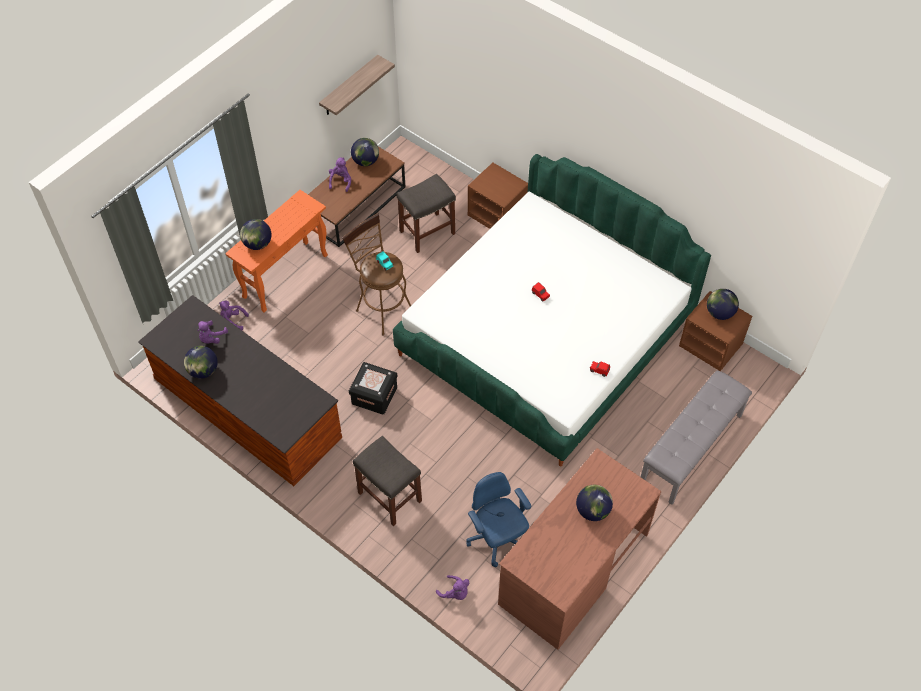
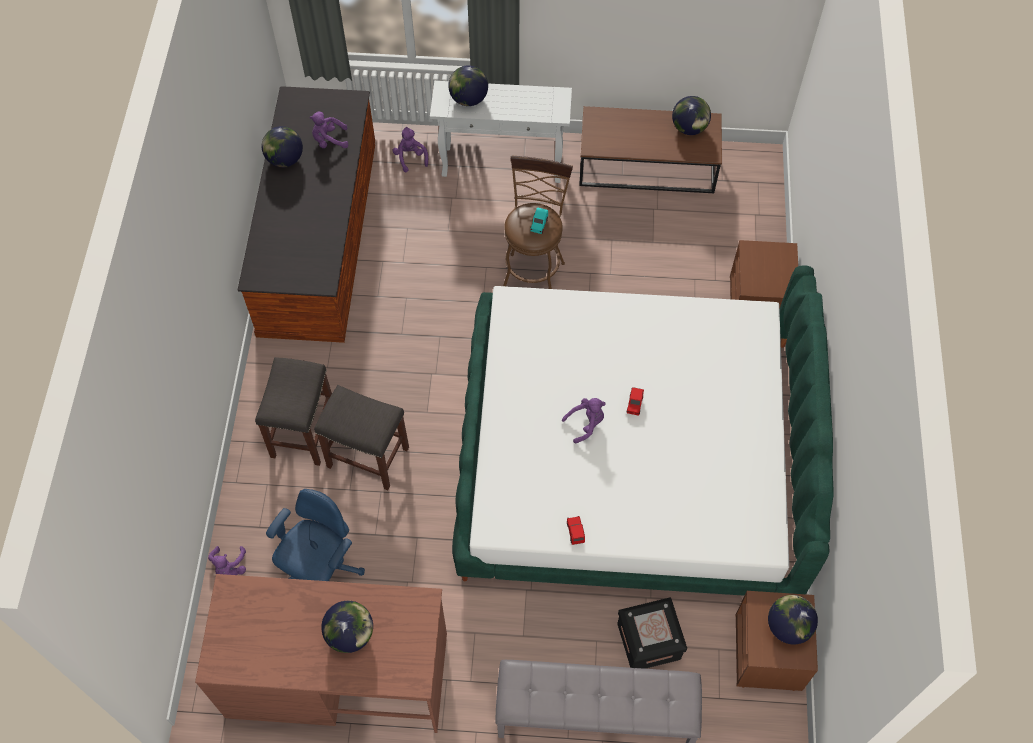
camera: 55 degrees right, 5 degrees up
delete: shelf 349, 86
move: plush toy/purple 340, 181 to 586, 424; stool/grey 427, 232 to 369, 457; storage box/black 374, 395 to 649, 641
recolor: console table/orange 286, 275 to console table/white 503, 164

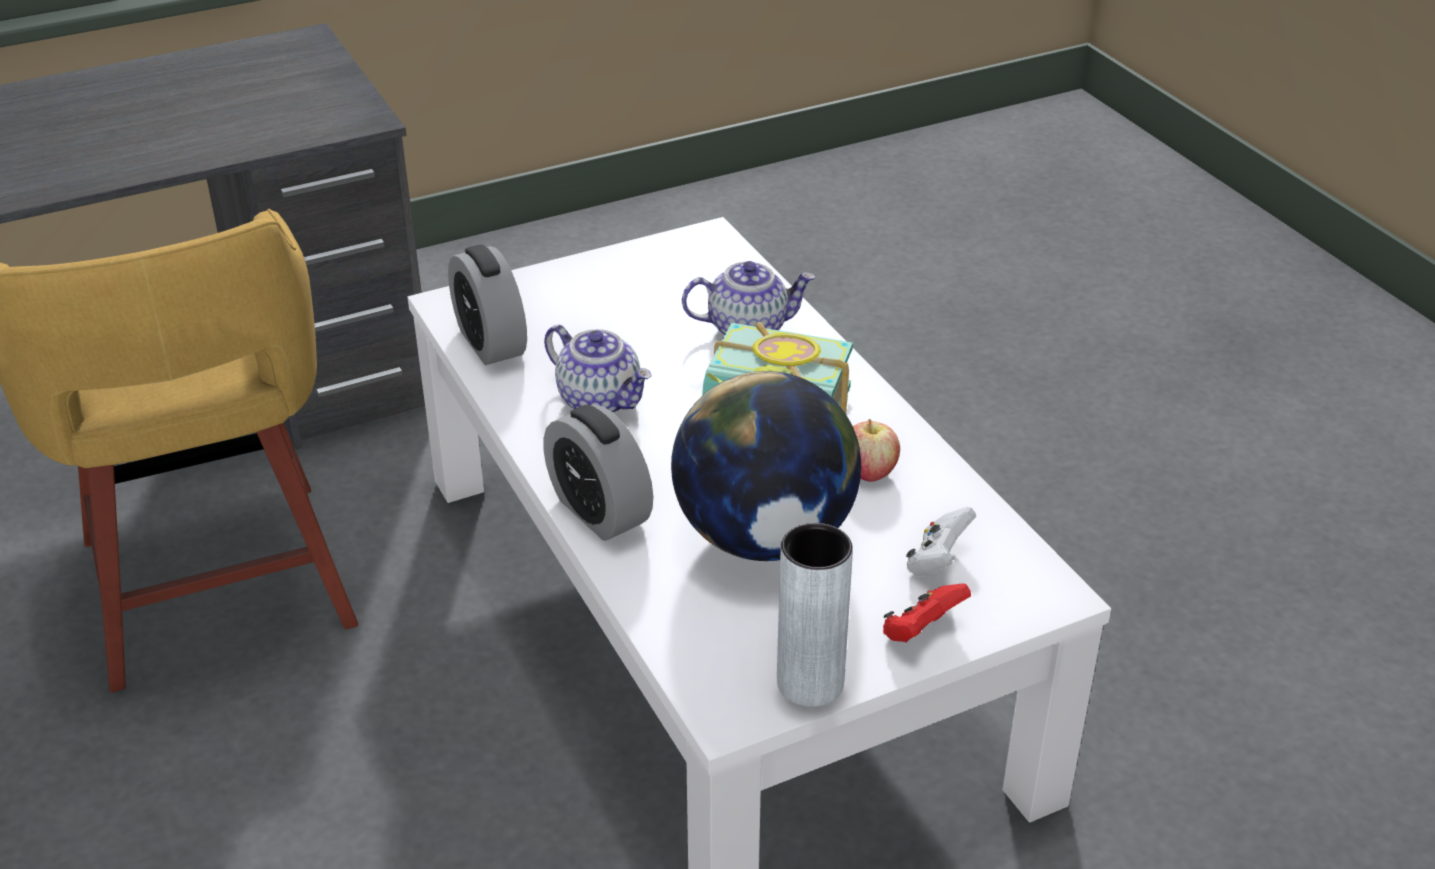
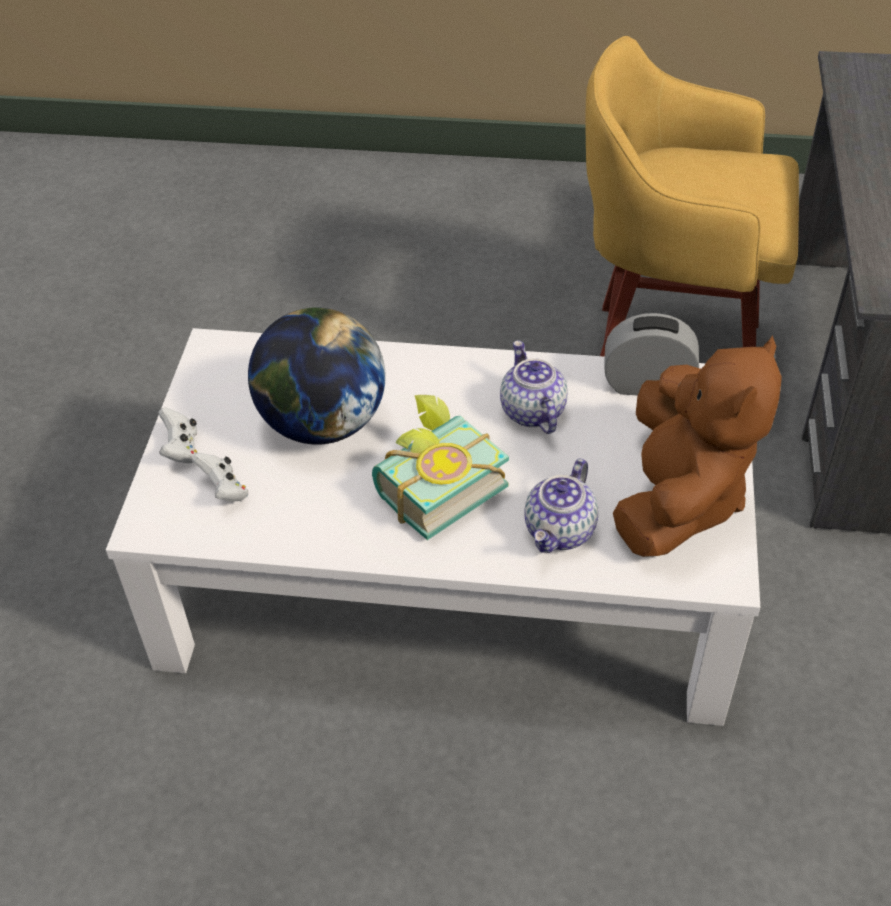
camera: 125 degrees right, 10 degrees up
delete: alarm clock 599, 511; apple 869, 472; vase/grey 810, 683
insert: plush toy/brown 679, 499
recolor: game controller/red 921, 632 to game controller/white 182, 449
rotate: teapot 601, 400 = 531, 411 90 degrees clockwise

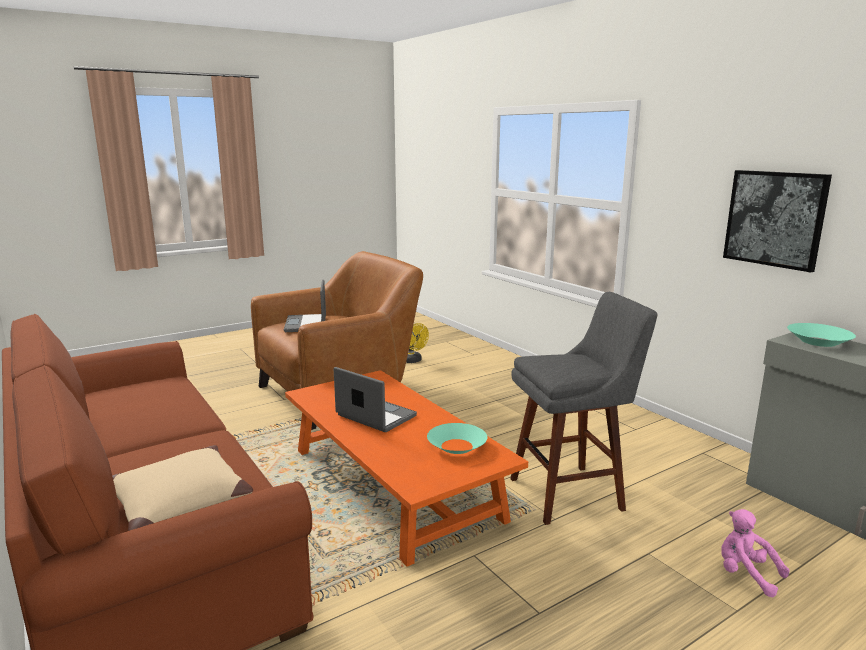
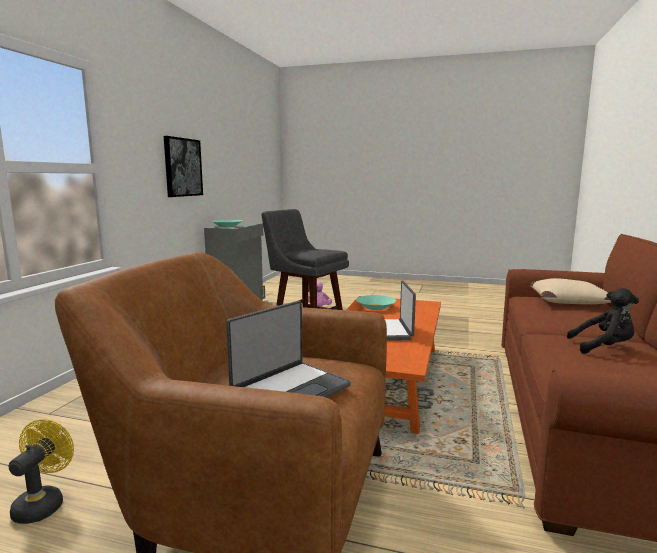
camera: 130 degrees left, 5 degrees down
insert: plush toy/black 603, 348

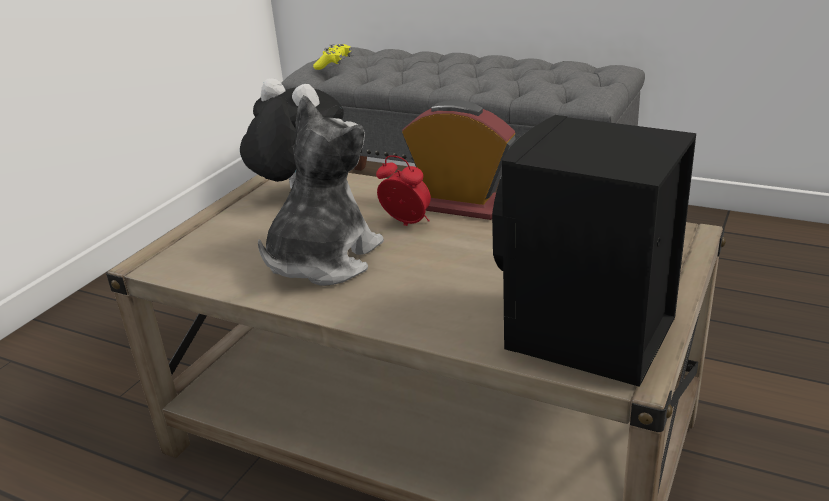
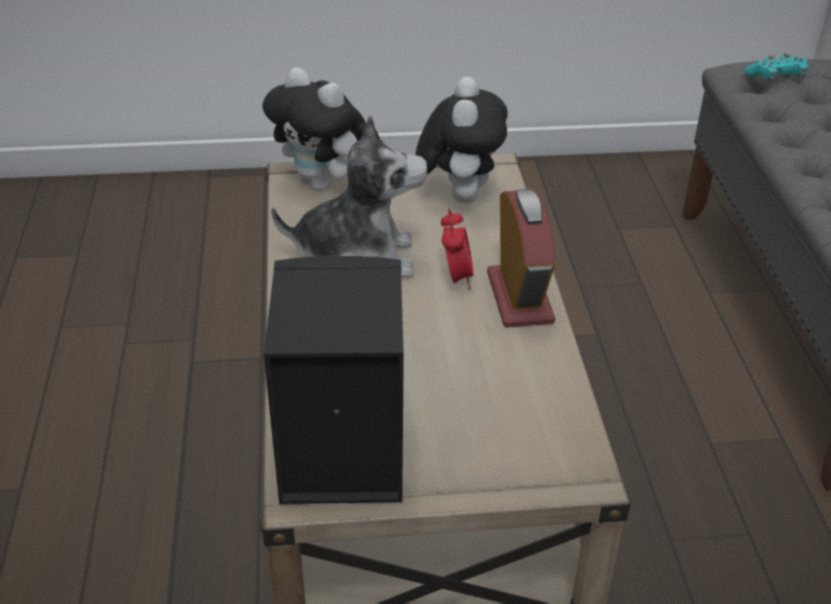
camera: 55 degrees right, 10 degrees up
insert: plush toy 323, 184
recolor: game controller/yellow 334, 64 to game controller/turquoise 776, 78

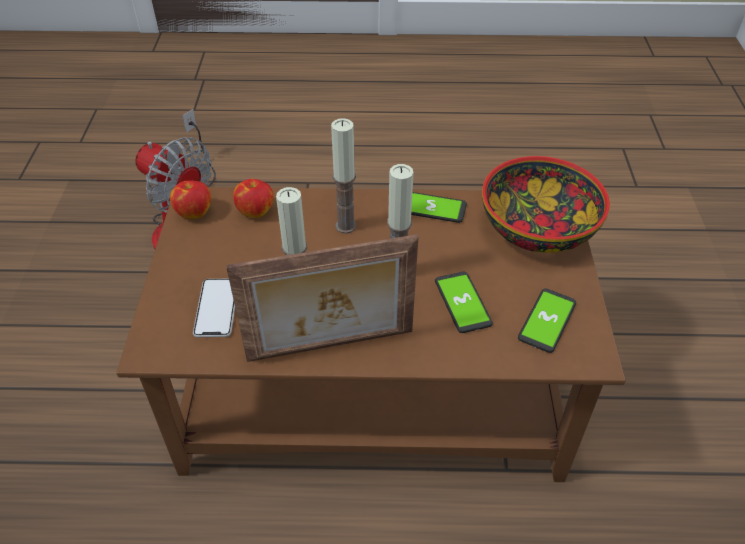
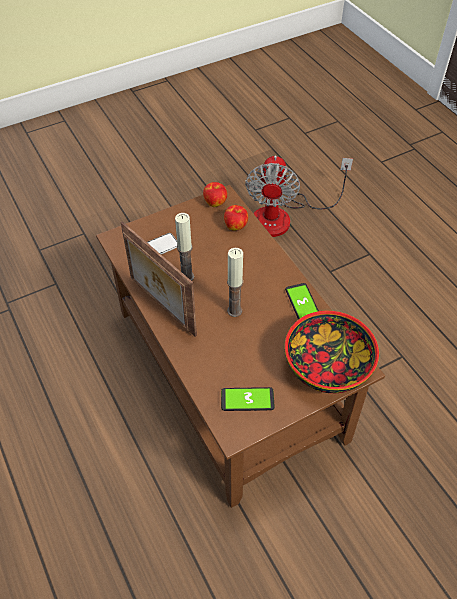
camera: 60 degrees right, 5 degrees up
delete: candle 345, 226; phone 462, 302

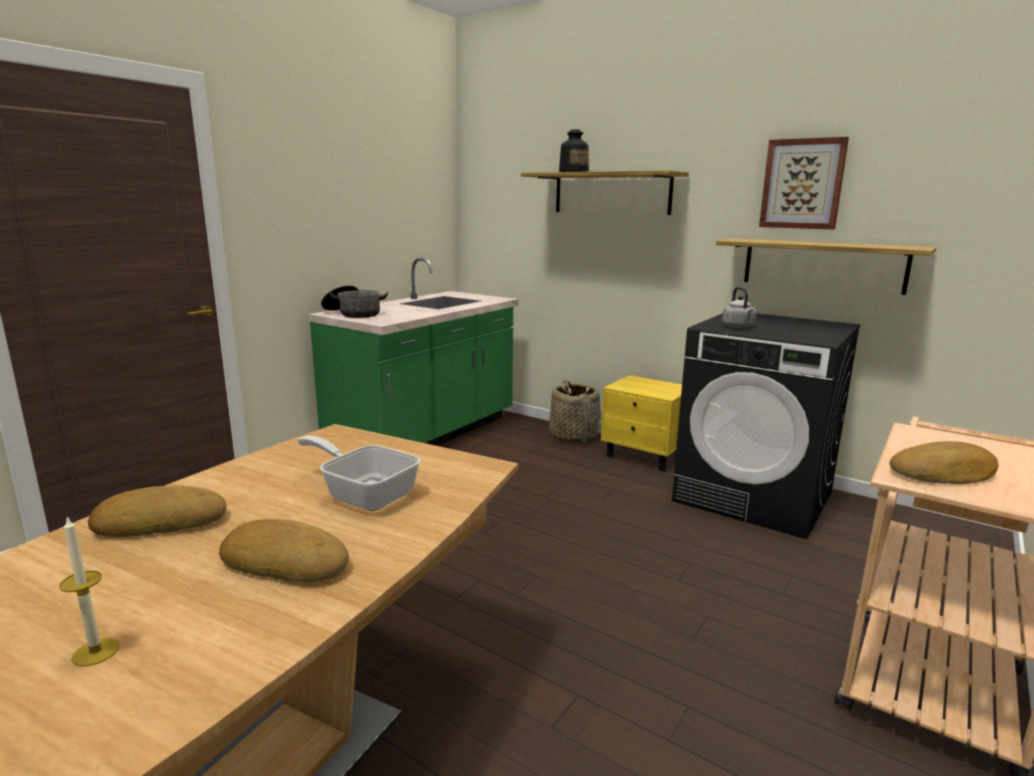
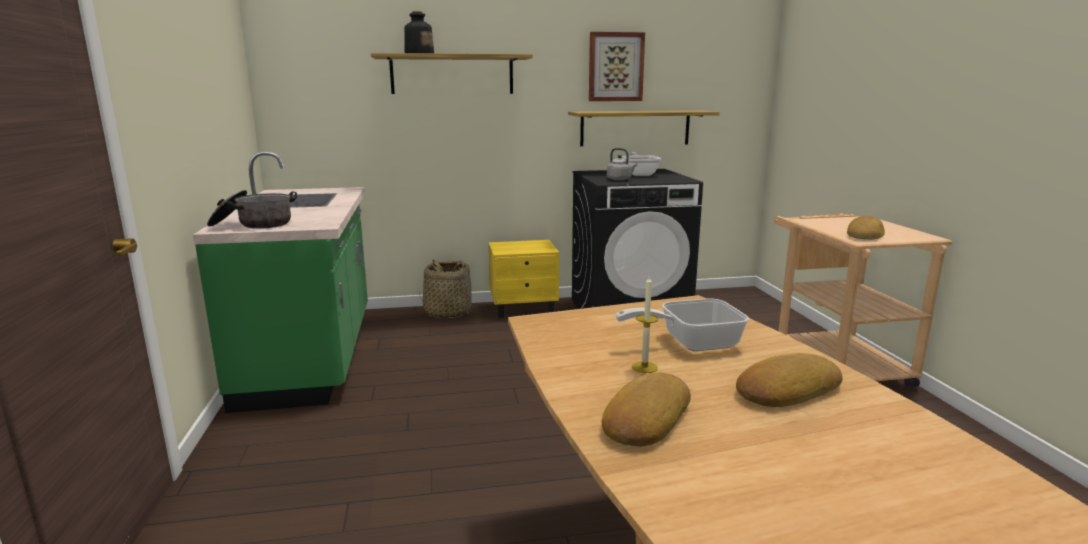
camera: 45 degrees left, 0 degrees up
insert: frying pan 639, 174
move: candle 95, 652 to 644, 367

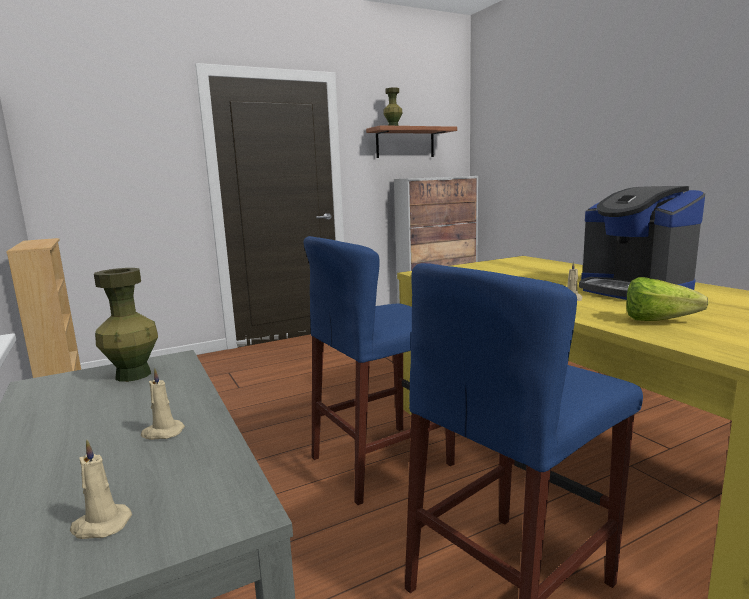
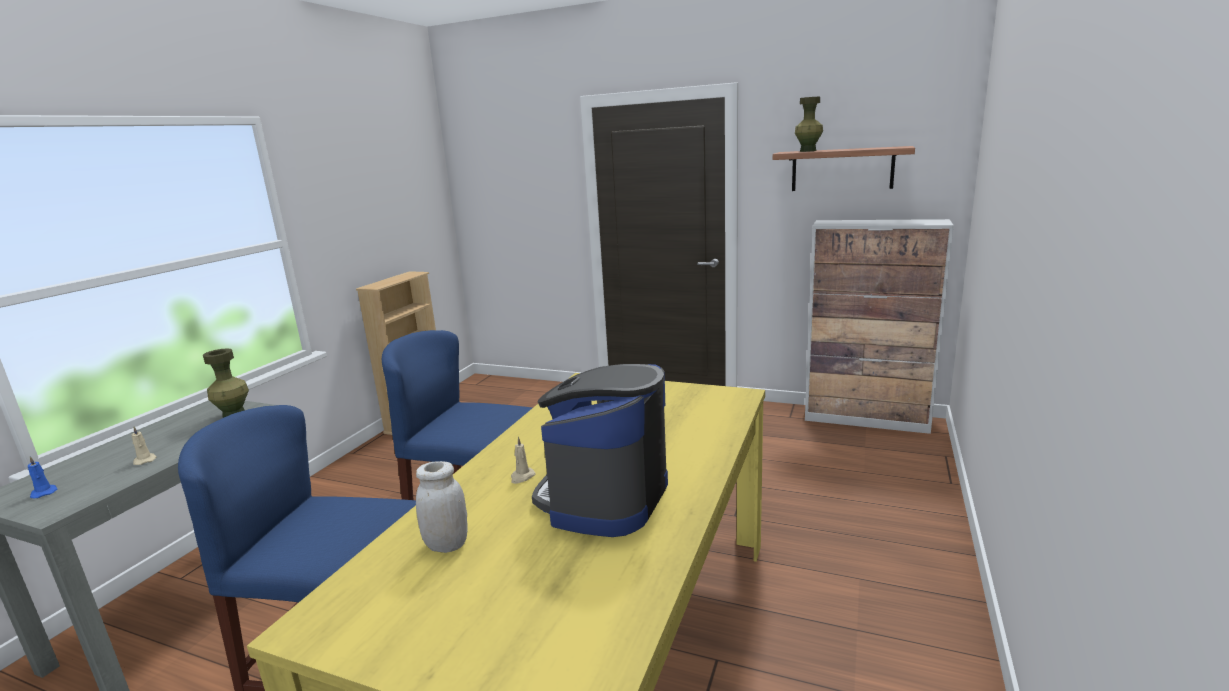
camera: 50 degrees right, 5 degrees up
replace: lettuce 664, 321 to jar/white 447, 545
recolor: candle/beige 100, 525 to candle/blue 44, 492

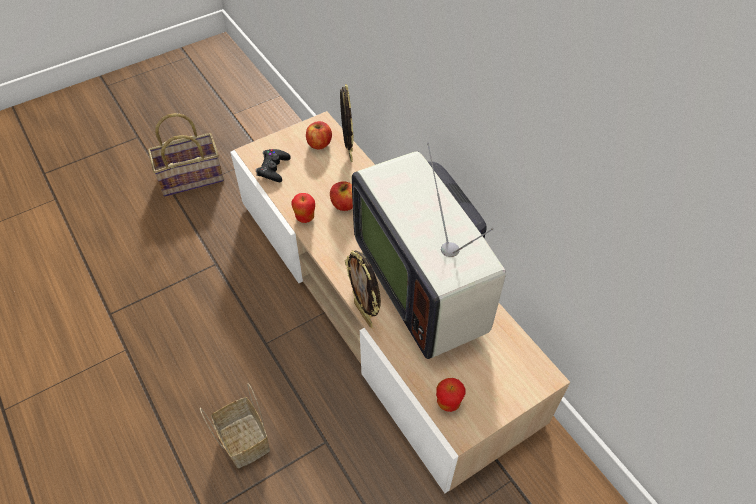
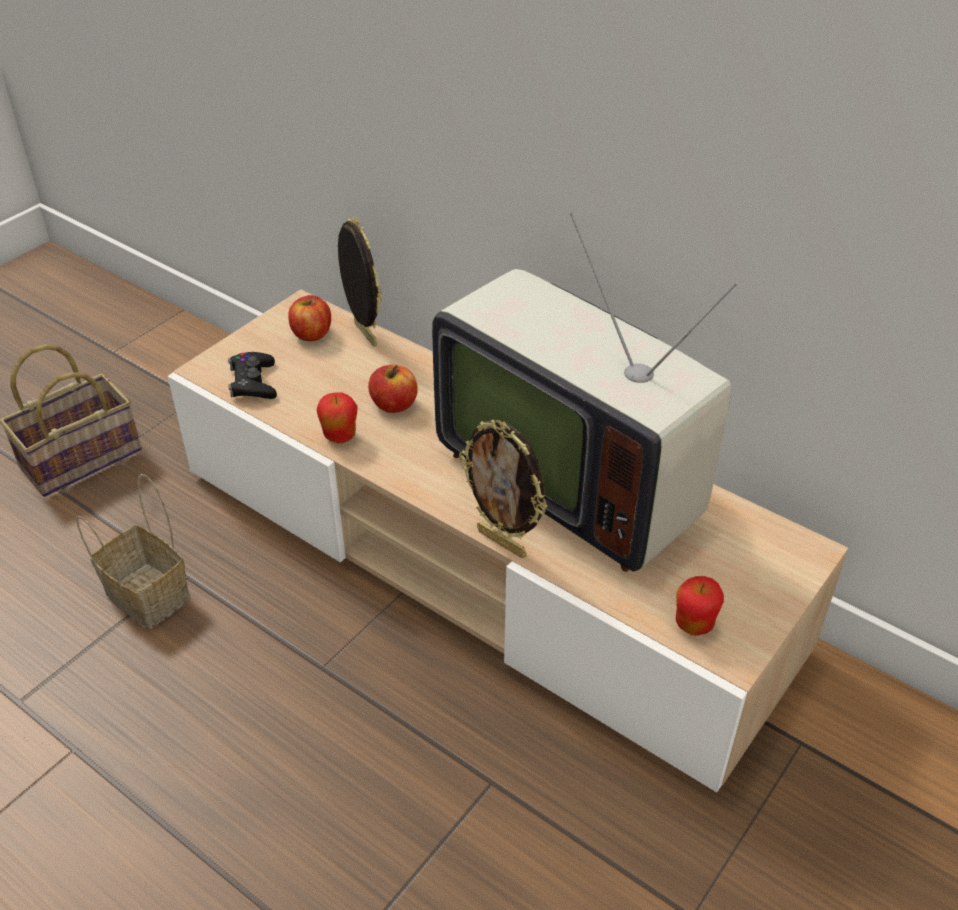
camera: 20 degrees left, 10 degrees down
move: basket 243, 439 to 144, 594

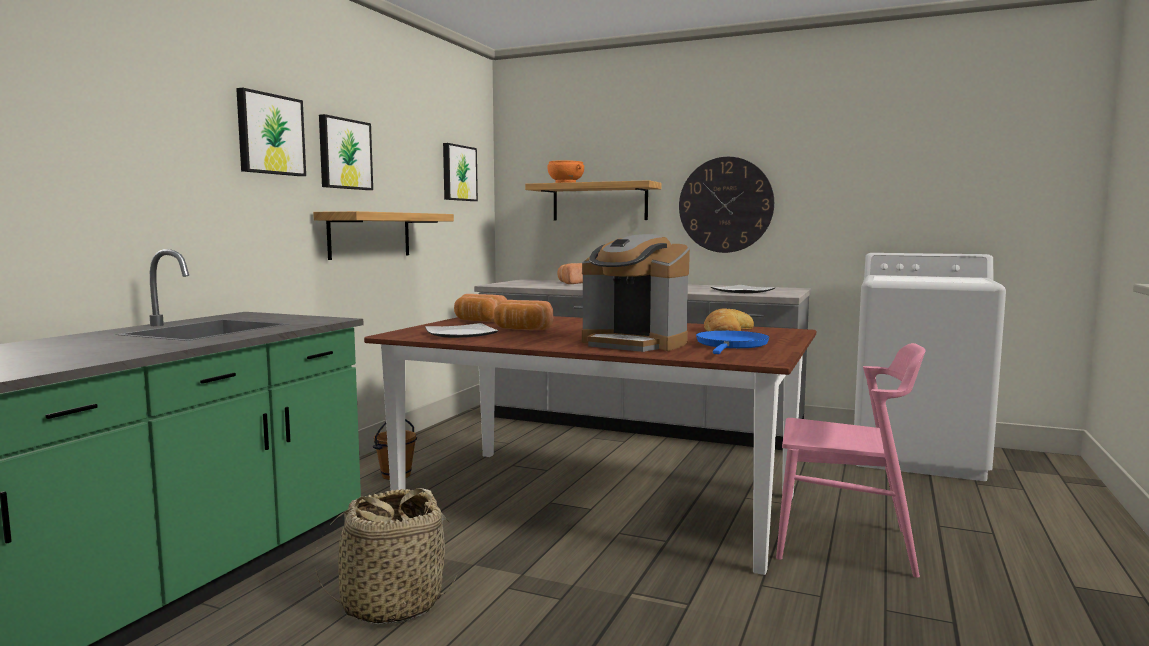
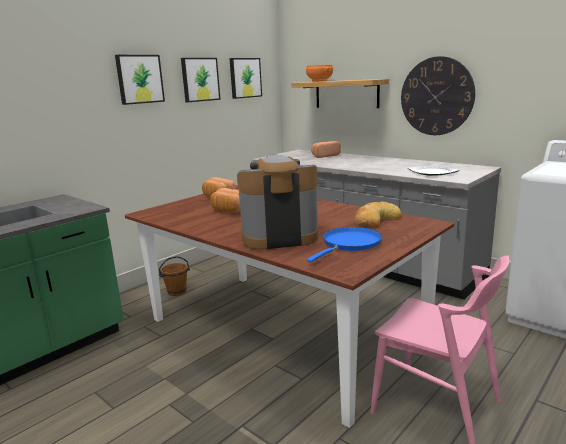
camera: 20 degrees right, 10 degrees up
delete: shelf 370, 235; plate 462, 334; basket 391, 604
move: picture 270, 134 to 200, 79
rotate: coffee machine 634, 344 = 279, 236 120 degrees clockwise

